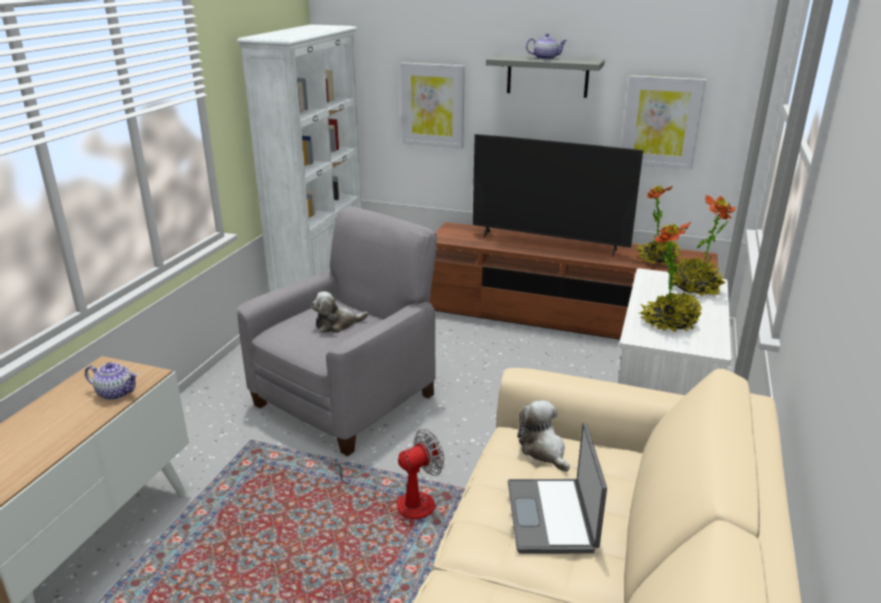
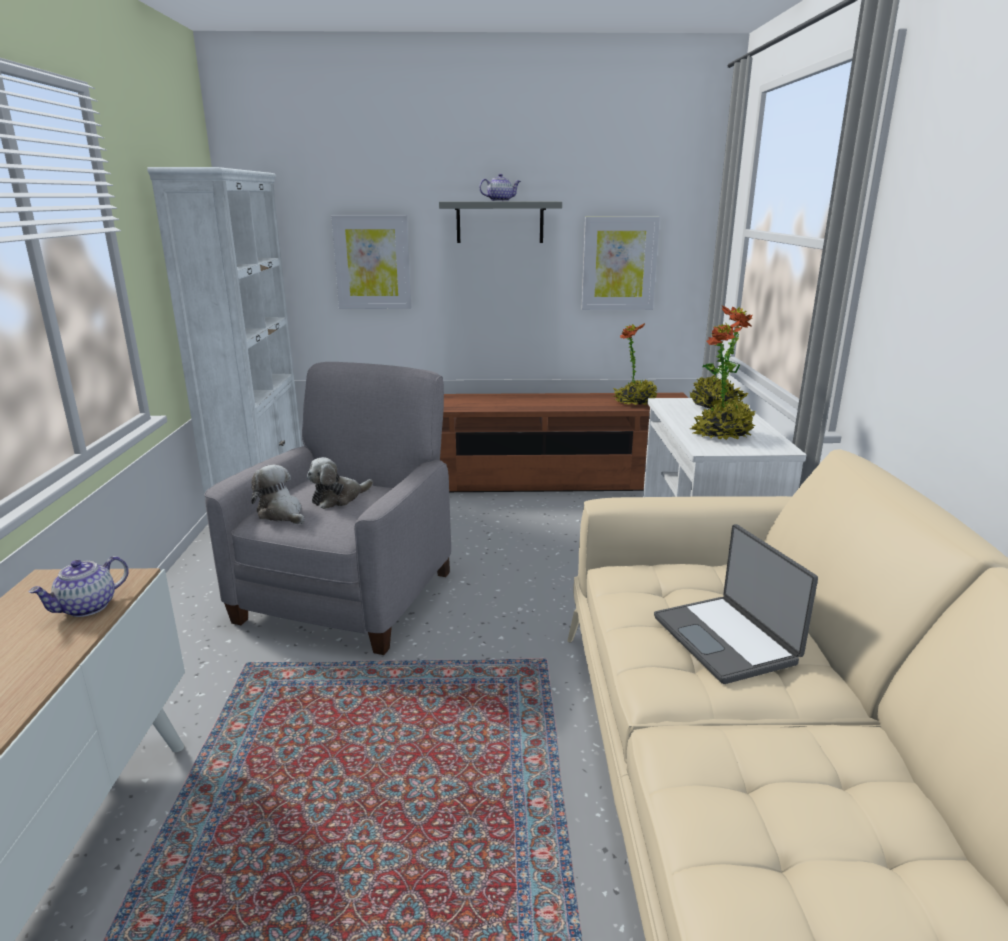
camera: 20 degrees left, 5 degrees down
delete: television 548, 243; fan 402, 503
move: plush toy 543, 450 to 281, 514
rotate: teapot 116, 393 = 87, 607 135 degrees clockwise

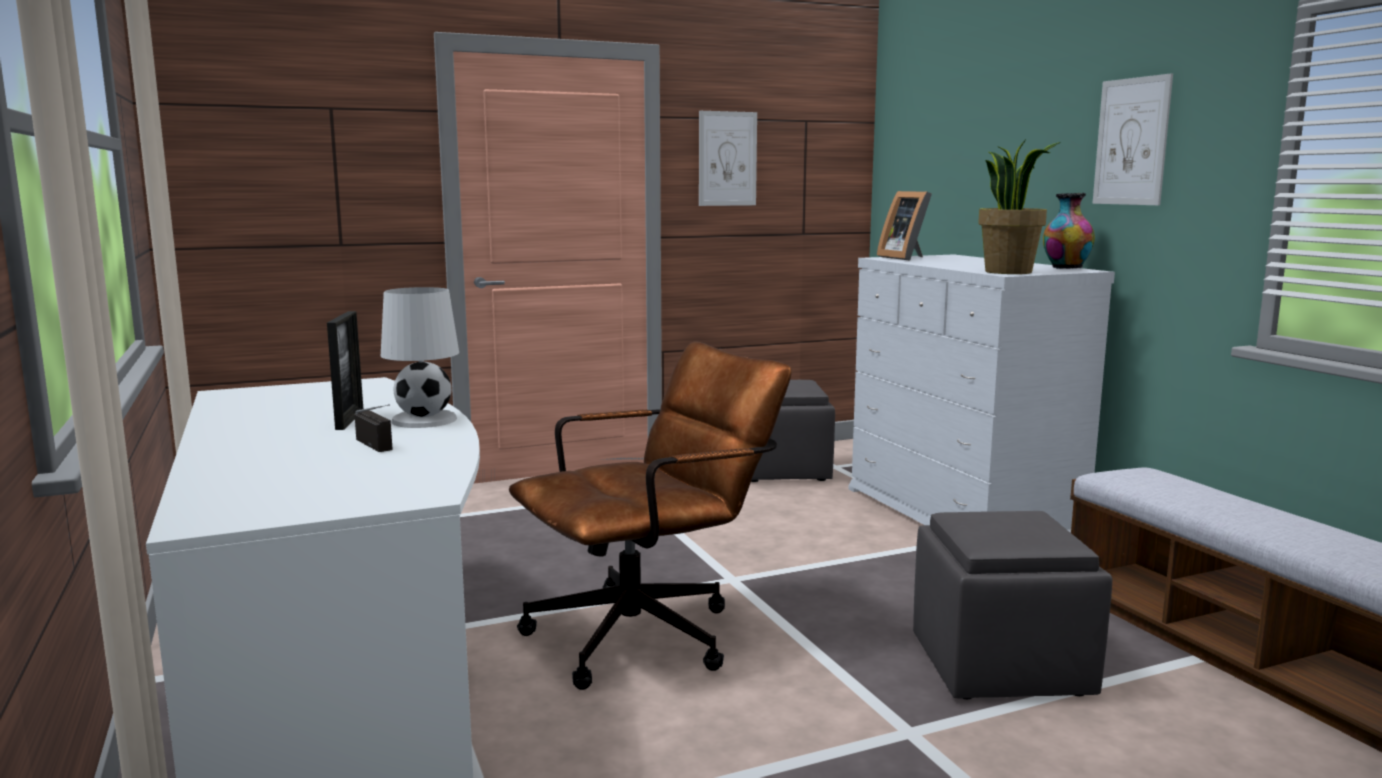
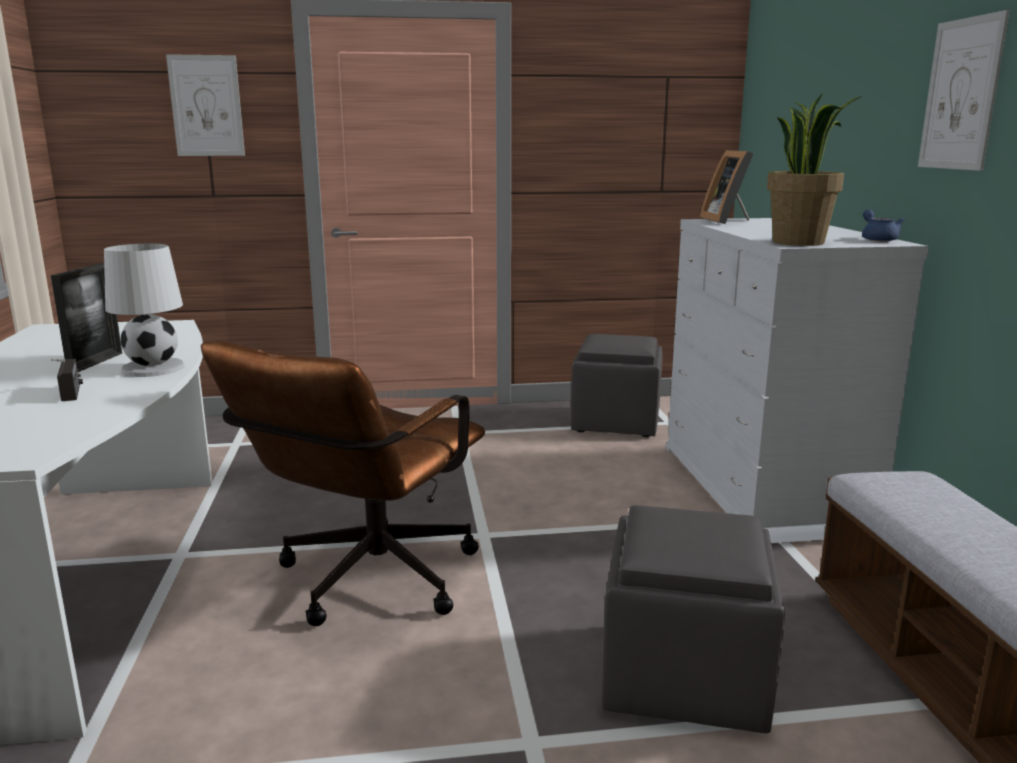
camera: 15 degrees right, 5 degrees up
move: picture 727, 159 to 206, 106
replace: vase 1065, 268 to teapot/blue 878, 239
rotate: office chair/brown 650, 633 = 366, 584 135 degrees clockwise

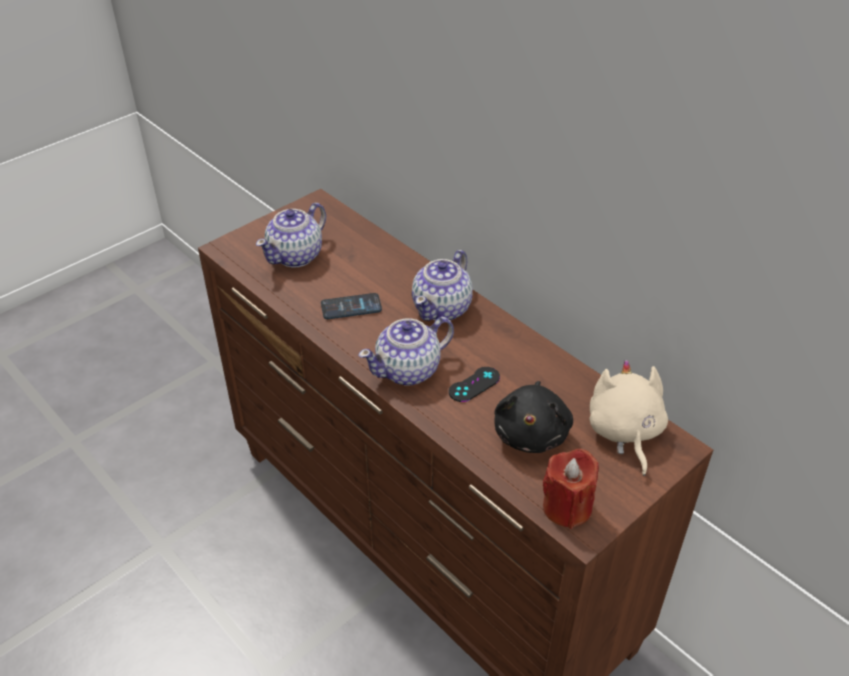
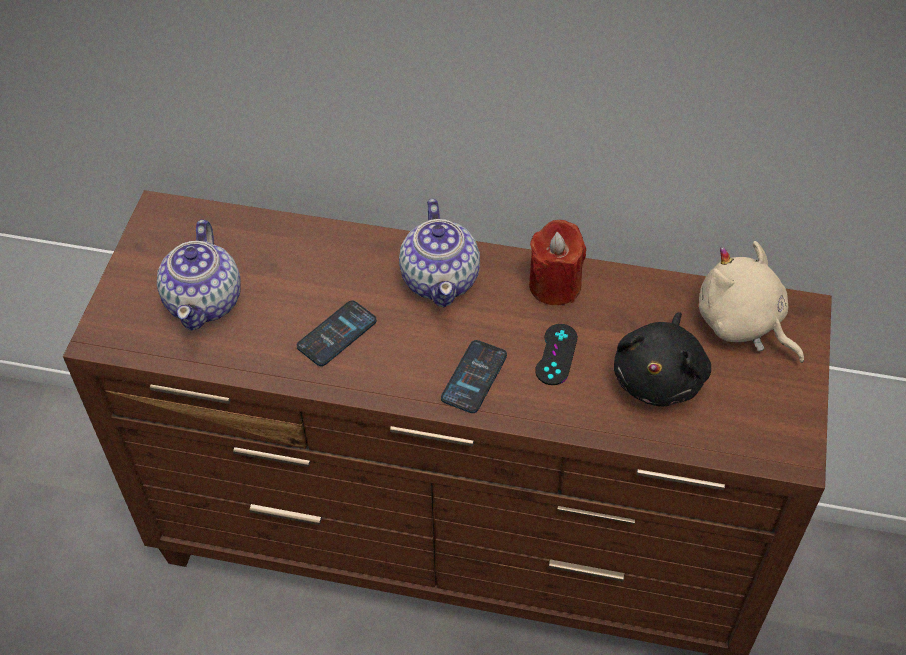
camera: 35 degrees left, 10 degrees up
move: candle/red 567, 507 to 554, 285
replace: teapot 409, 370 to phone 474, 377
rotate: plush toy/black 531, 432 = 659, 377 45 degrees clockwise

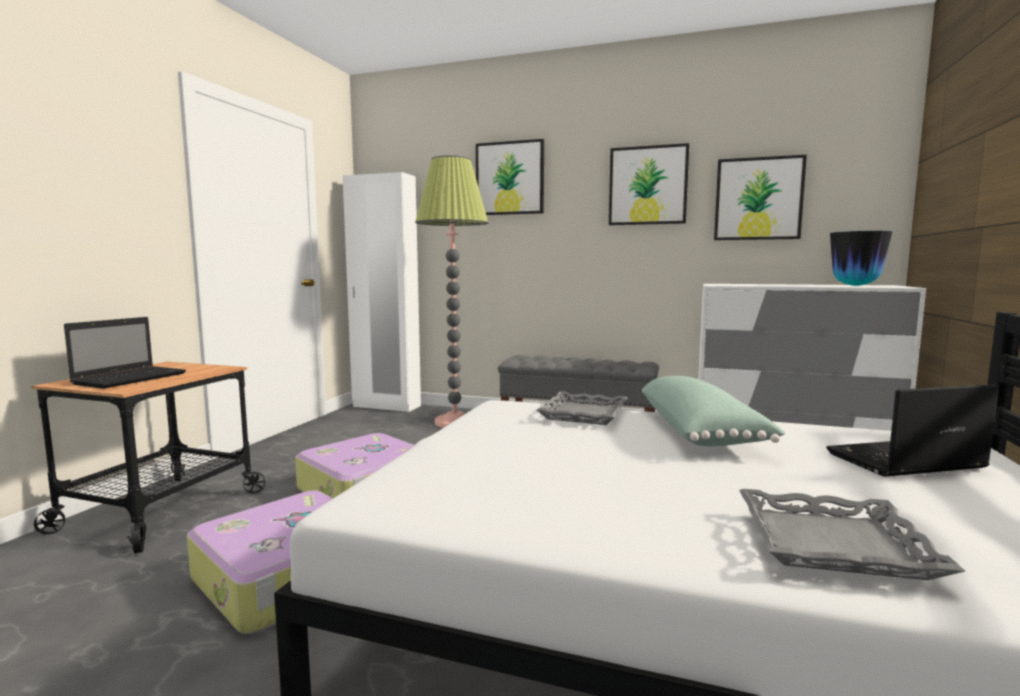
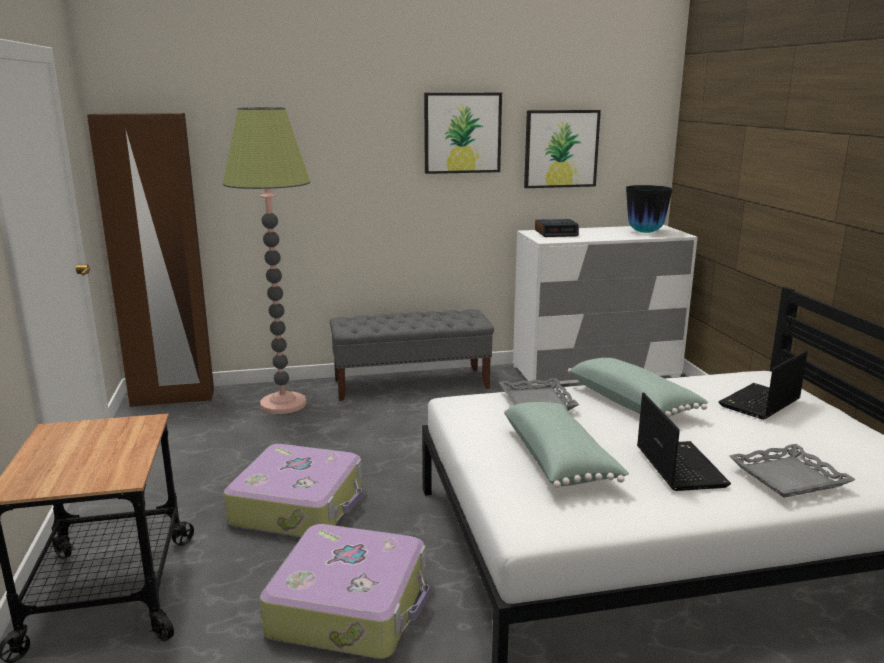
camera: 30 degrees left, 10 degrees up
delete: picture 510, 178
insert: alarm clock 556, 233; pillow/green 559, 460
move: laptop 132, 378 to 678, 466
recolor: wardrobe/white 386, 406 to wardrobe/brown 173, 398

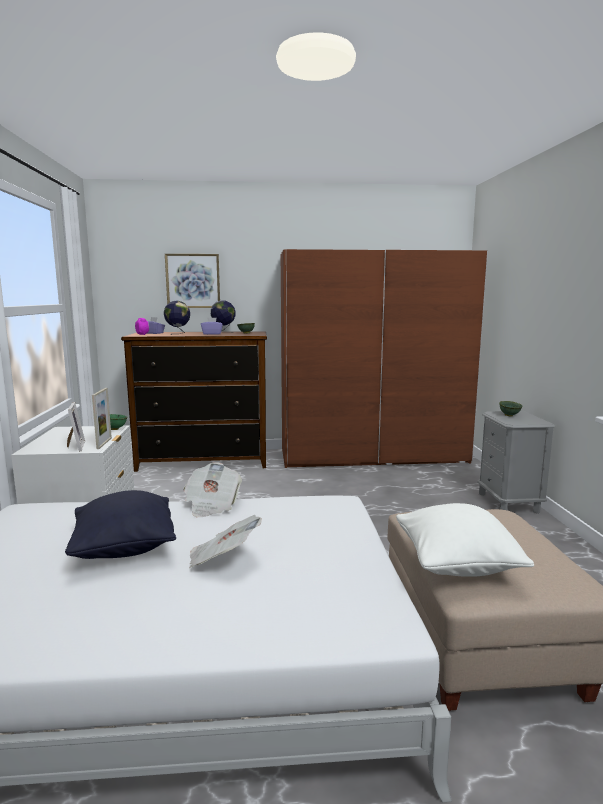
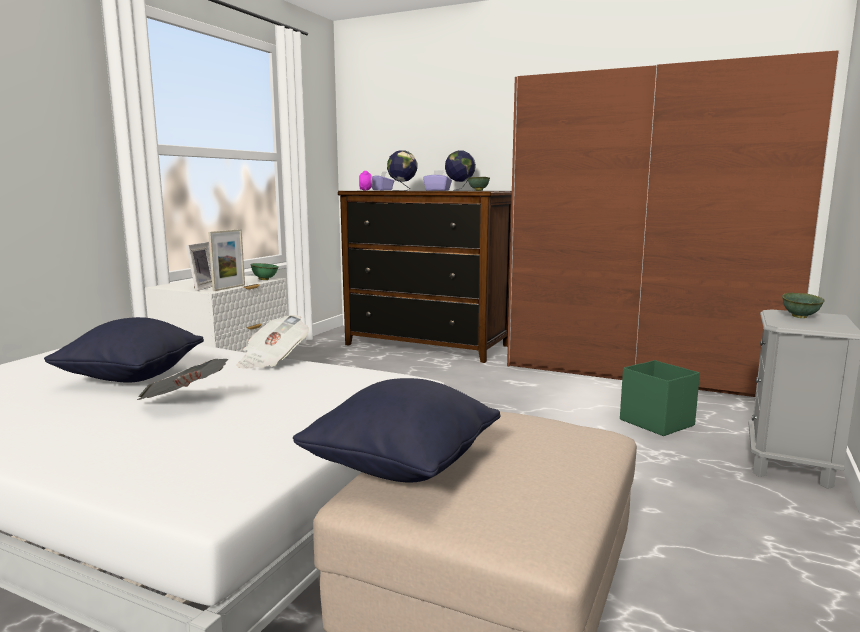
camera: 30 degrees right, 0 degrees up
delete: picture 193, 281
insert: storage box/green 656, 422
recolor: pillow/white 456, 565 to pillow/black 402, 467

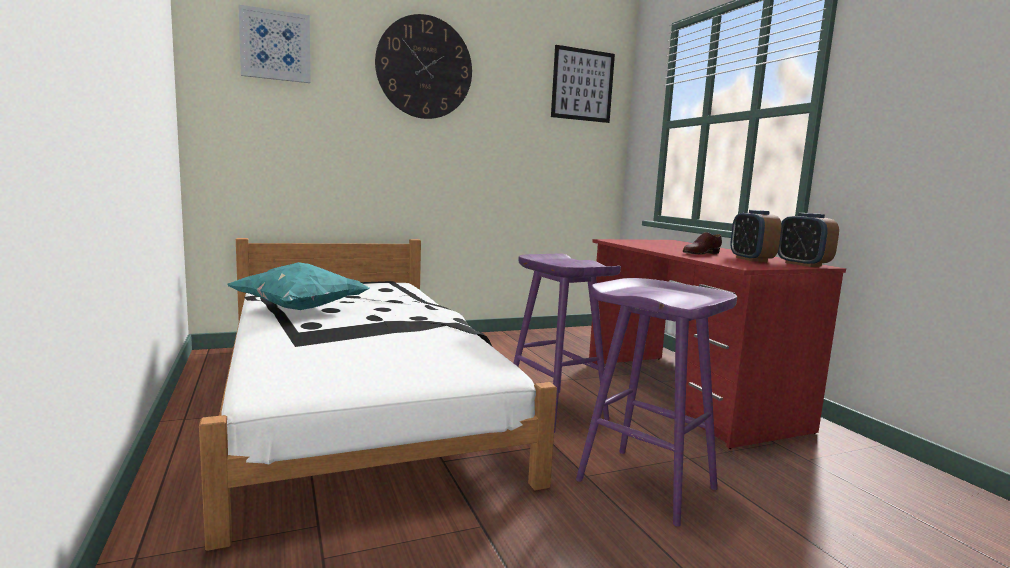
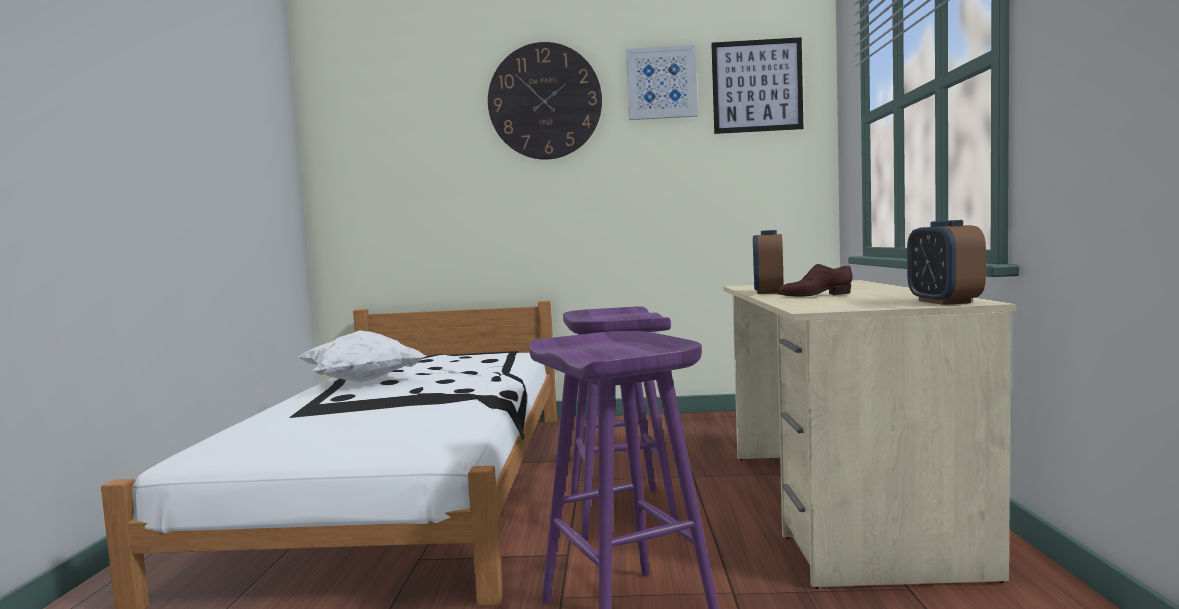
camera: 25 degrees right, 5 degrees down
move: picture 275, 45 to 661, 83; alarm clock 751, 259 to 768, 292
recolor: desk/red 686, 394 to desk/beige 840, 507; pillow/turquoise 301, 309 to pillow/white 363, 381

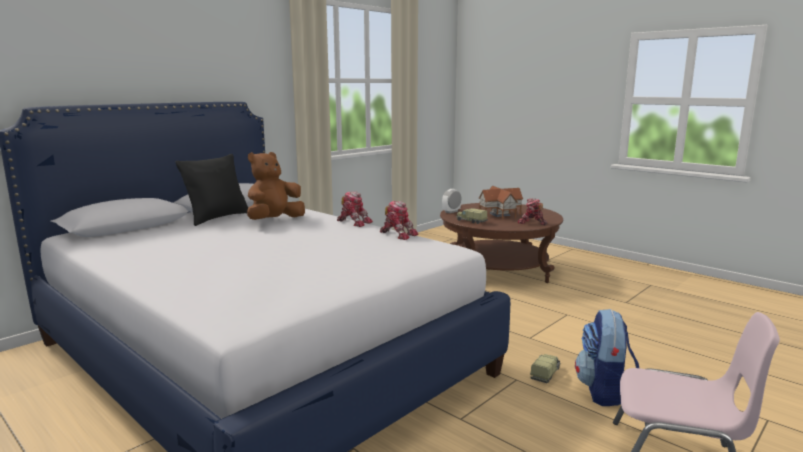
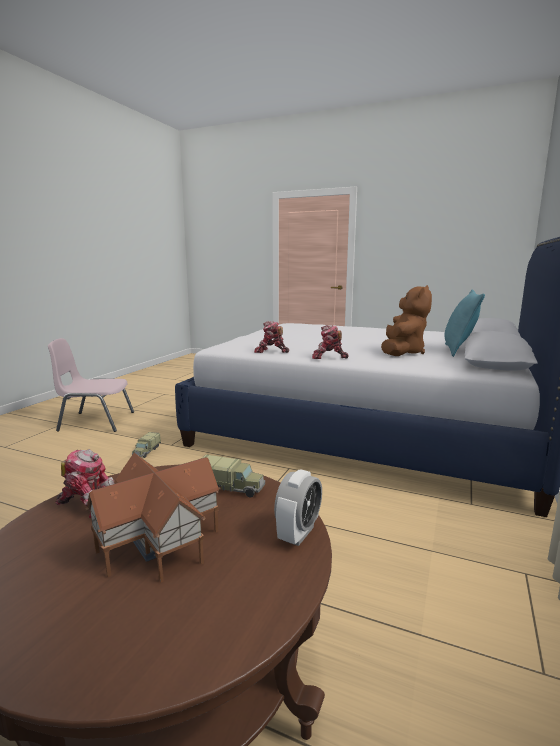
camera: 160 degrees right, 0 degrees up
delete: backpack 604, 391
recolor: pillow/black 218, 218 to pillow/turquoise 458, 351

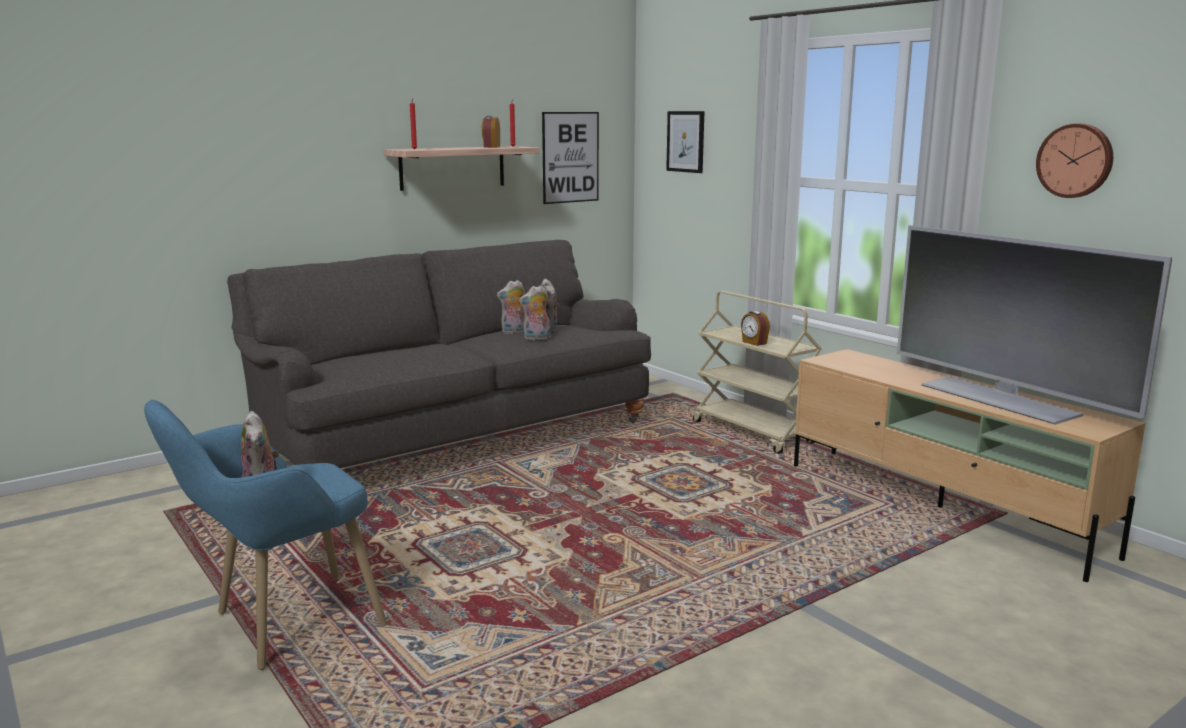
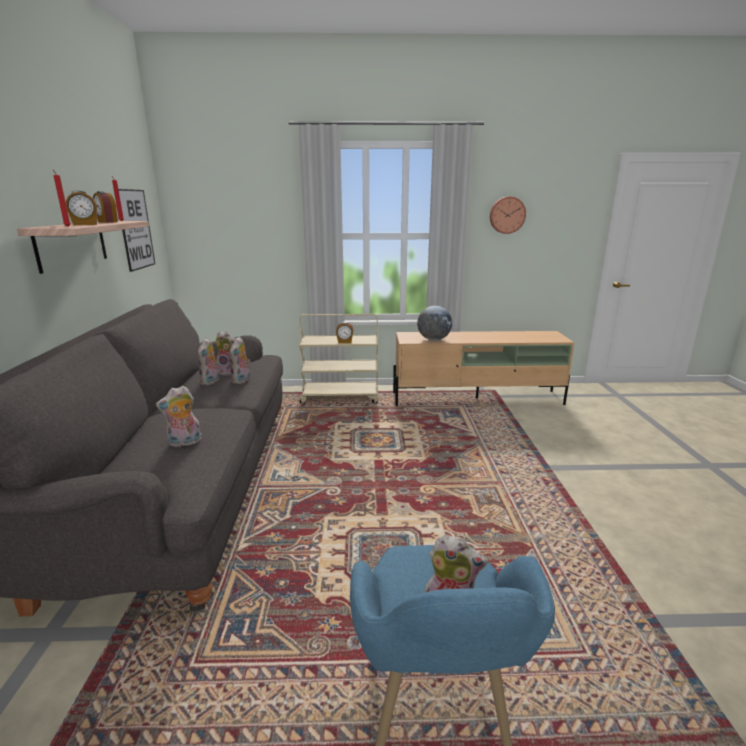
camera: 55 degrees left, 5 degrees up
delete: picture 686, 141; television 999, 399
insert: alarm clock 85, 224; globe 433, 339; plush toy 184, 443

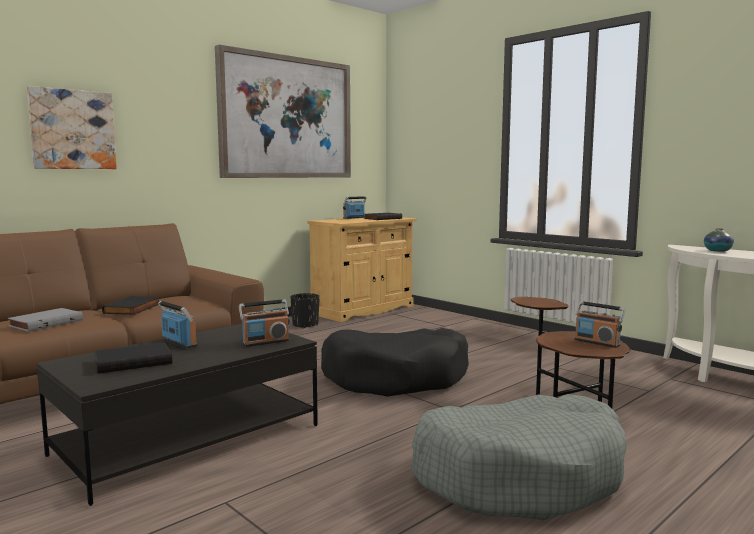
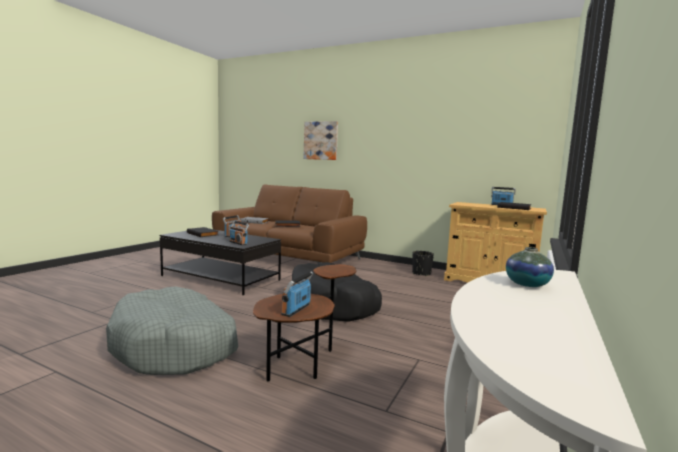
camera: 70 degrees right, 0 degrees up
delete: picture 286, 118

